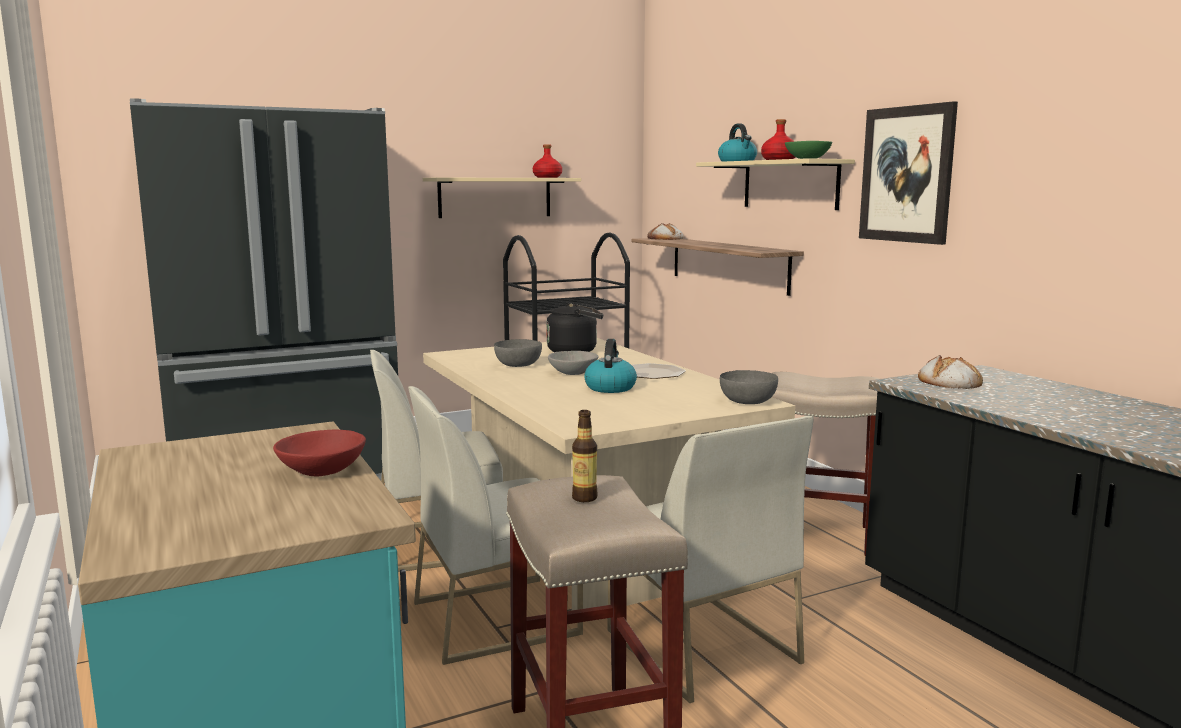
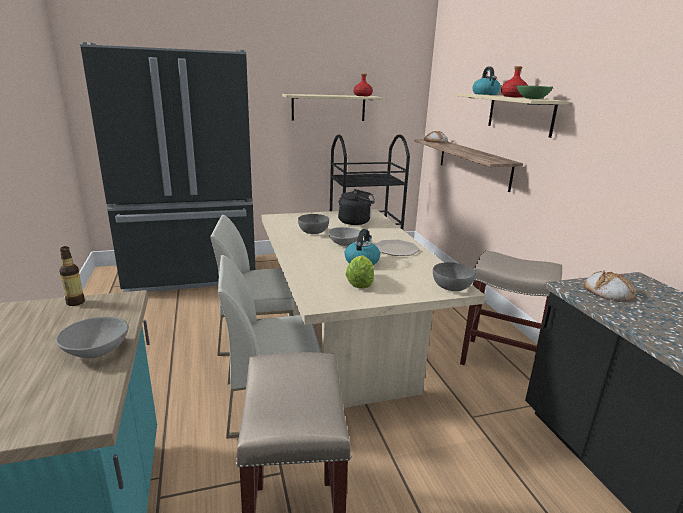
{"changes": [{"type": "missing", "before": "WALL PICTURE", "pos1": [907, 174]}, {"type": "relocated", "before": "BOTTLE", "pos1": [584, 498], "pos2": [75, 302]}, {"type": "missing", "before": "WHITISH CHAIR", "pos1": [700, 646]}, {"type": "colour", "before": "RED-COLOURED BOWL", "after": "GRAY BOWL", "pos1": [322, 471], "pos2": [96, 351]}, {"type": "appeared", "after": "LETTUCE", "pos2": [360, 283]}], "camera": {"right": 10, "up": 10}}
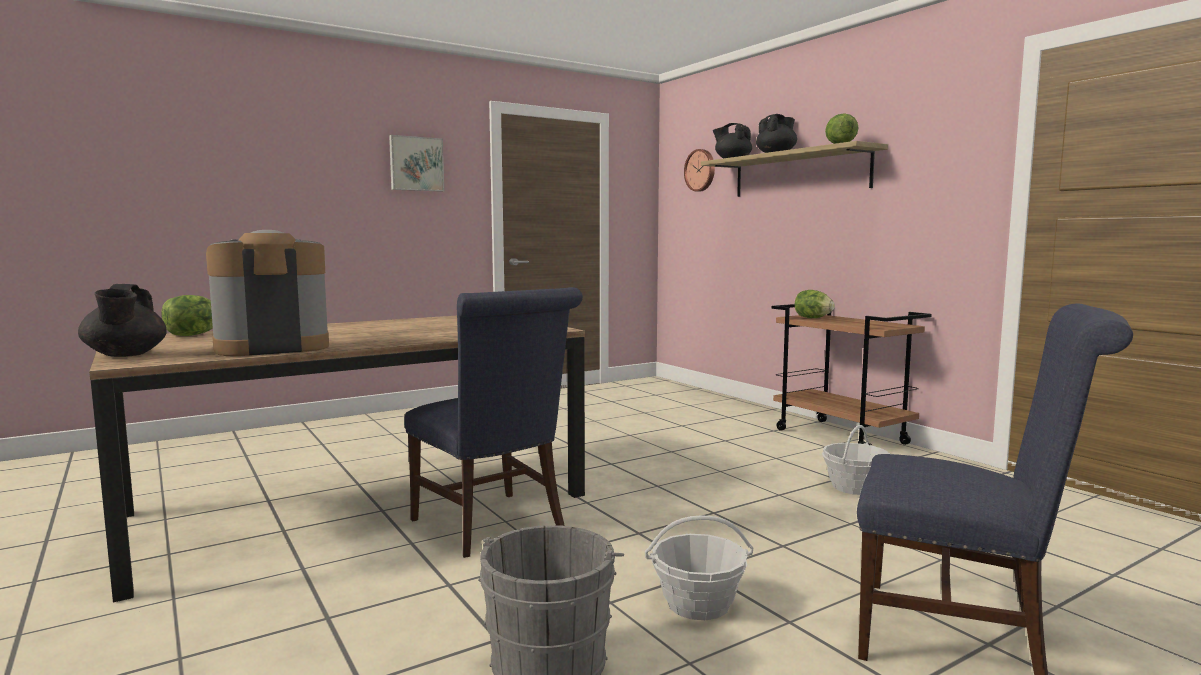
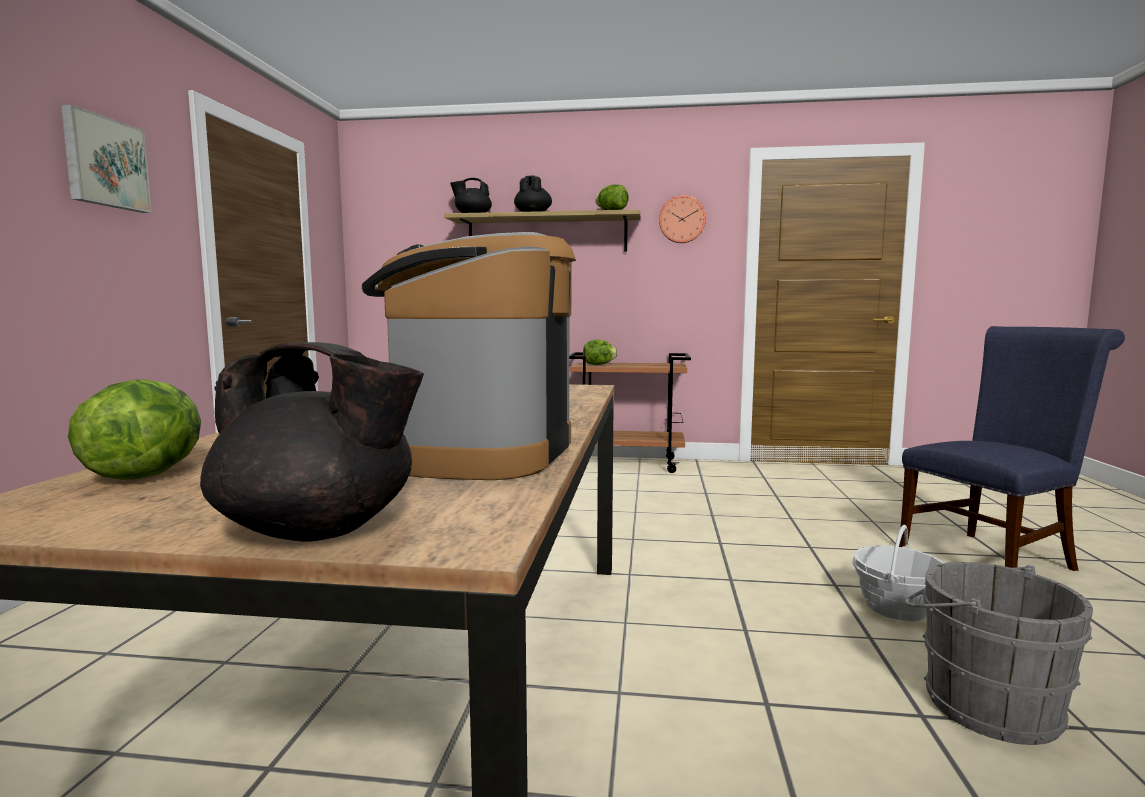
{"changes": [{"type": "relocated", "before": "HANGING CLOCK", "pos1": [701, 170], "pos2": [682, 219]}, {"type": "missing", "before": "BLUE-COLOURED CHAIR", "pos1": [493, 526]}, {"type": "missing", "before": "STORAGE BASKET", "pos1": [854, 487]}], "camera": {"right": -50, "up": 0}}
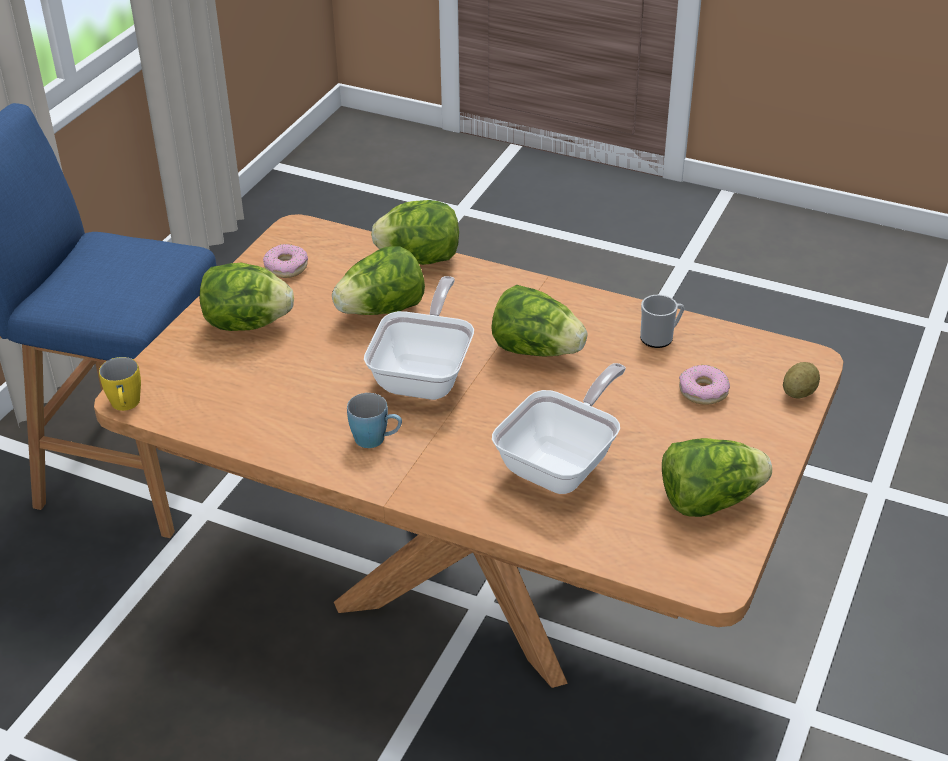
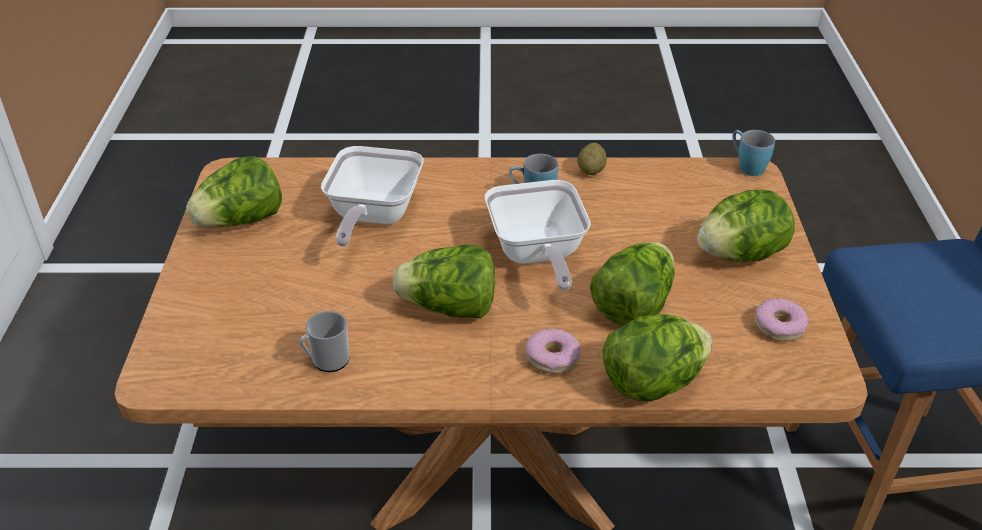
{"changes": [{"type": "colour", "before": "YELLOWISH TEA MUG", "after": "BLUE-COLOURED TEA MUG", "pos1": [126, 406], "pos2": [746, 166]}, {"type": "relocated", "before": "SPUD", "pos1": [798, 393], "pos2": [591, 170]}, {"type": "relocated", "before": "RING DOUGHNUT", "pos1": [703, 391], "pos2": [552, 357]}], "camera": {"right": 155, "up": 0}}
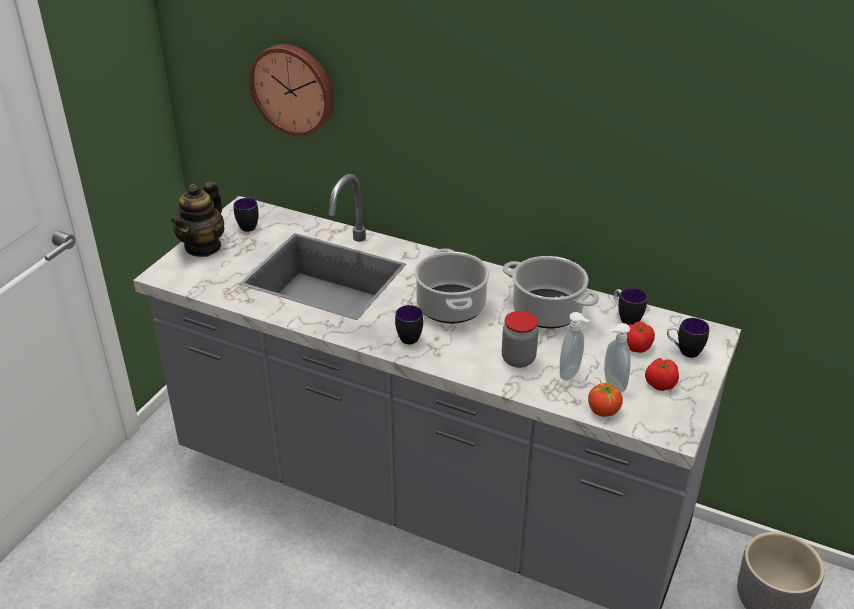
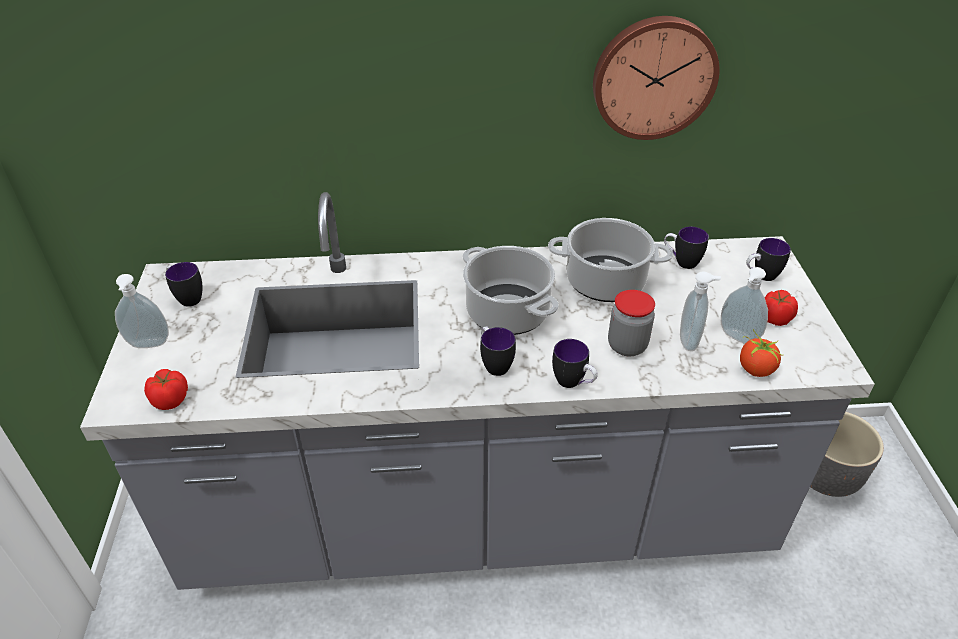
{"changes": [{"type": "relocated", "before": "HANGING CLOCK", "pos1": [294, 88], "pos2": [653, 77]}, {"type": "exchanged", "before": "TEAPOT", "after": "LIQUID SOAP BOTTLE", "pos1": [203, 247], "pos2": [149, 345]}, {"type": "relocated", "before": "FRESH TOMATO", "pos1": [637, 346], "pos2": [171, 399]}, {"type": "appeared", "after": "TEA MUG", "pos2": [573, 383]}], "camera": {"right": -30, "up": 5}}
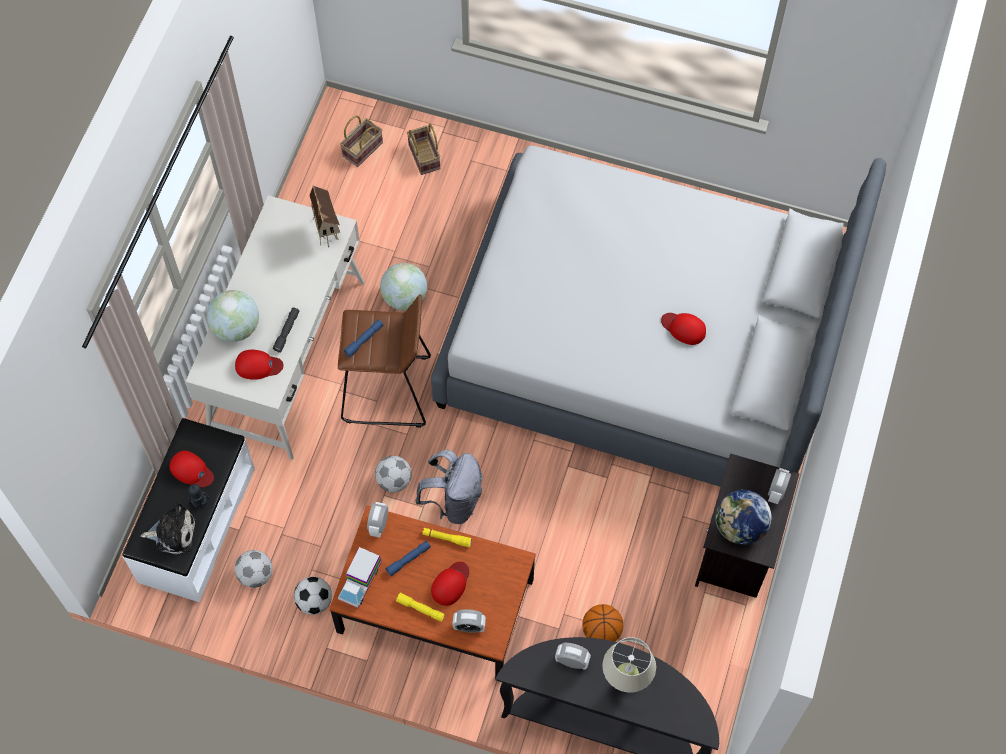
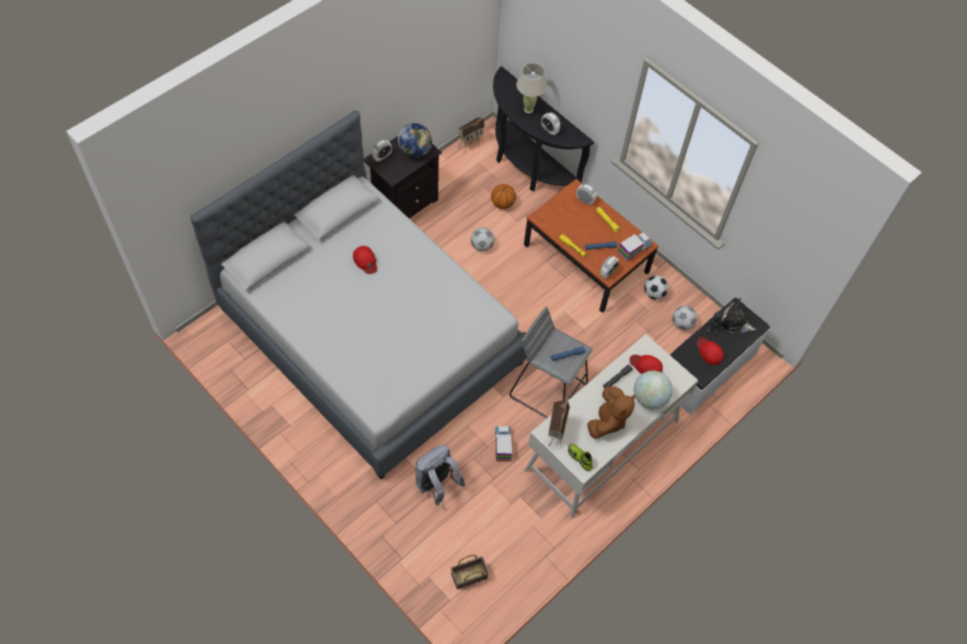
{"changes": [{"type": "missing", "before": "STORAGE BASKET", "pos1": [425, 157]}, {"type": "exchanged", "before": "WORLD GLOBE", "after": "MODEL TRUCK", "pos1": [404, 297], "pos2": [502, 445]}, {"type": "colour", "before": "BROWNISH STOOL SEAT", "after": "GRAY STOOL SEAT", "pos1": [387, 390], "pos2": [548, 389]}, {"type": "relocated", "before": "GRAY BACKPACK", "pos1": [454, 501], "pos2": [436, 485]}, {"type": "relocated", "before": "BALL FOR FOOTBALL", "pos1": [394, 480], "pos2": [481, 246]}, {"type": "missing", "before": "RED-COLOURED CAP", "pos1": [450, 584]}, {"type": "appeared", "after": "MODEL HOUSE", "pos2": [469, 144]}, {"type": "appeared", "after": "BROWNISH CUDDLY TOY", "pos2": [607, 420]}, {"type": "appeared", "after": "SHOE", "pos2": [579, 458]}], "camera": {"right": -155, "up": -5}}
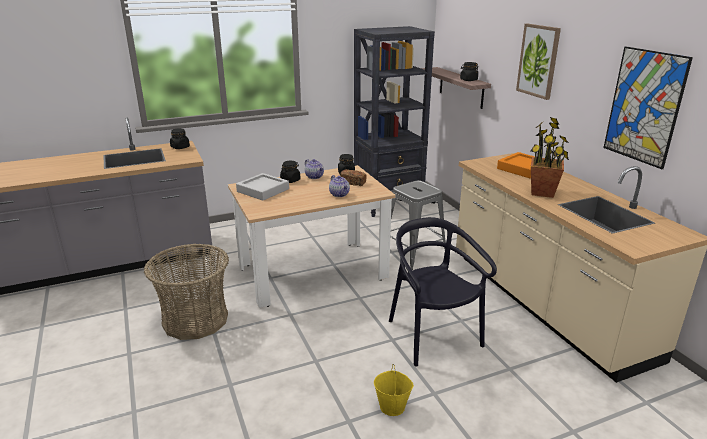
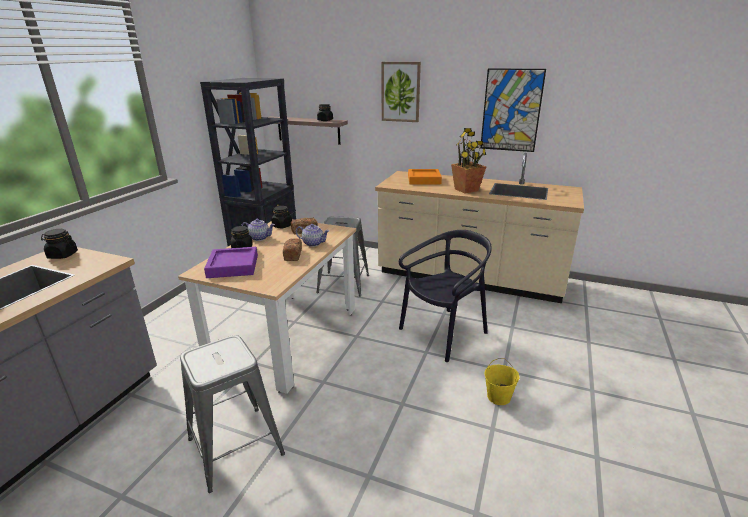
{"changes": [{"type": "colour", "before": "GRAY TRAY", "after": "PURPLE-COLOURED TRAY", "pos1": [263, 190], "pos2": [233, 266]}, {"type": "spun", "before": "BLACK CHAIR", "pos1": [432, 335], "pos2": [444, 333], "turn": 120}, {"type": "exchanged", "before": "STORAGE BASKET", "after": "GRAY STOOL SEAT", "pos1": [195, 319], "pos2": [236, 446]}, {"type": "appeared", "after": "BAKERY BREAD", "pos2": [293, 255]}], "camera": {"right": -45, "up": 0}}
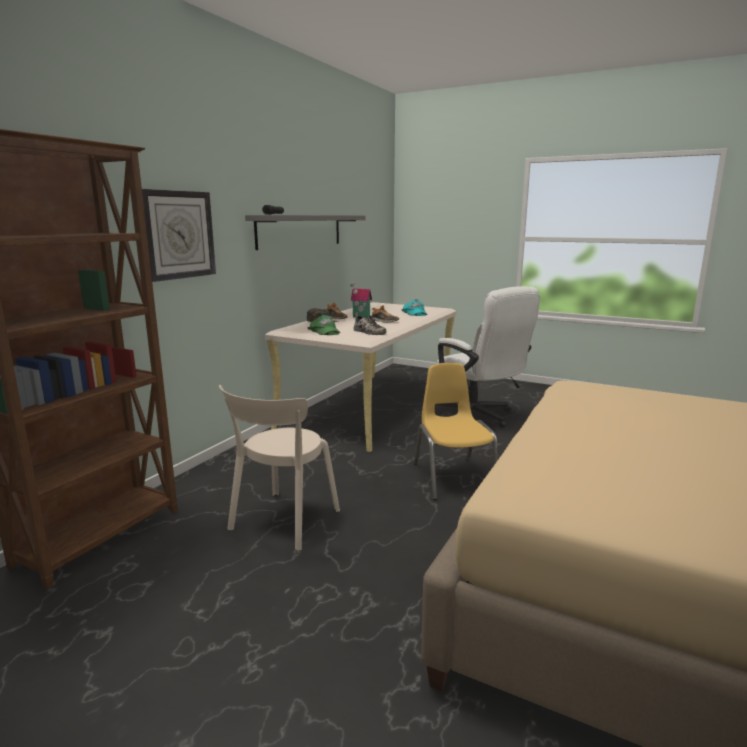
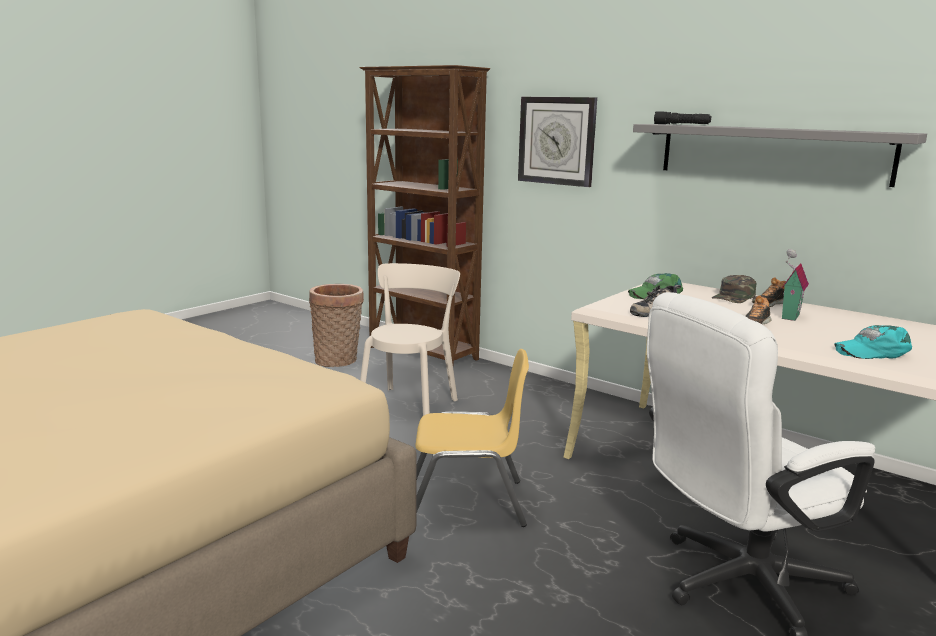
{"changes": [{"type": "spun", "before": "BEIGE-COLOURED CHAIR", "pos1": [282, 522], "pos2": [410, 405], "turn": 75}, {"type": "appeared", "after": "STORAGE BASKET", "pos2": [338, 361]}], "camera": {"right": 100, "up": 0}}
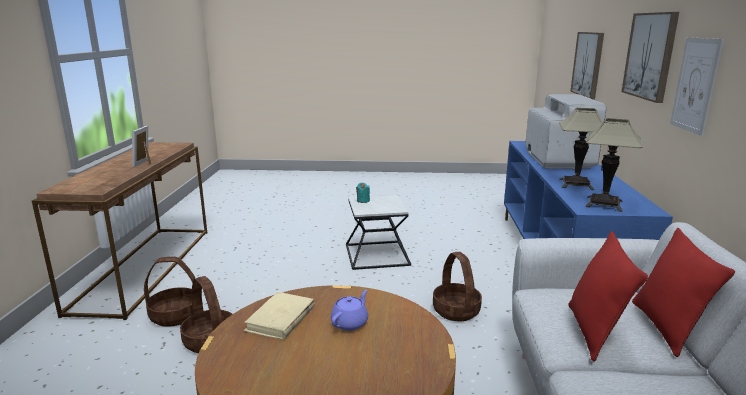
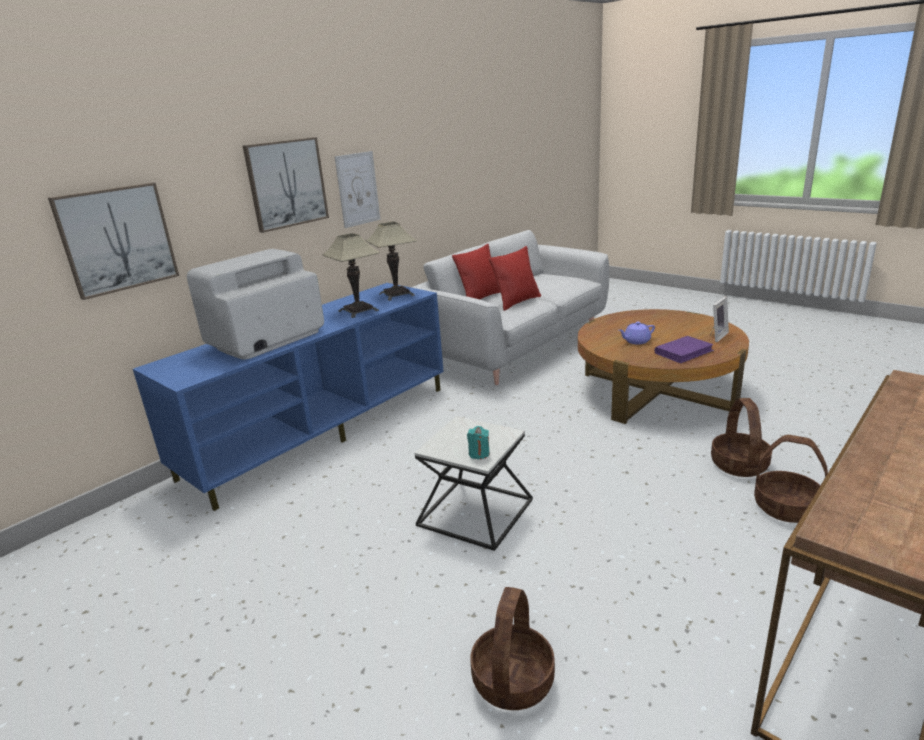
{"changes": [{"type": "relocated", "before": "PICTURE FRAME", "pos1": [145, 163], "pos2": [716, 336]}, {"type": "relocated", "before": "STORAGE BASKET", "pos1": [456, 311], "pos2": [512, 679]}, {"type": "colour", "before": "BEIGE-COLOURED VOLUME", "after": "PURPLE-COLOURED VOLUME", "pos1": [280, 319], "pos2": [683, 352]}], "camera": {"right": -140, "up": 5}}
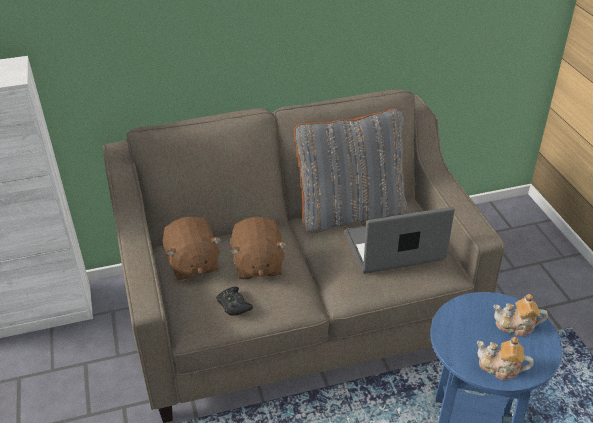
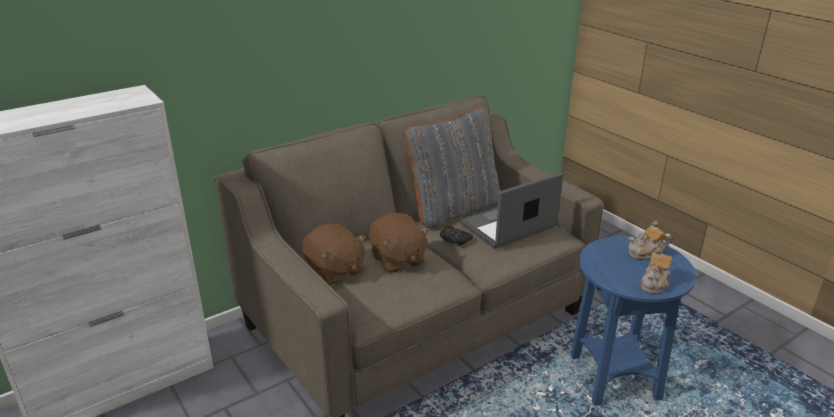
{"changes": [{"type": "relocated", "before": "BLACK JOYPAD", "pos1": [233, 305], "pos2": [454, 239]}, {"type": "spun", "before": "TEAPOT", "pos1": [500, 368], "pos2": [654, 284], "turn": -60}], "camera": {"right": -20, "up": -10}}
